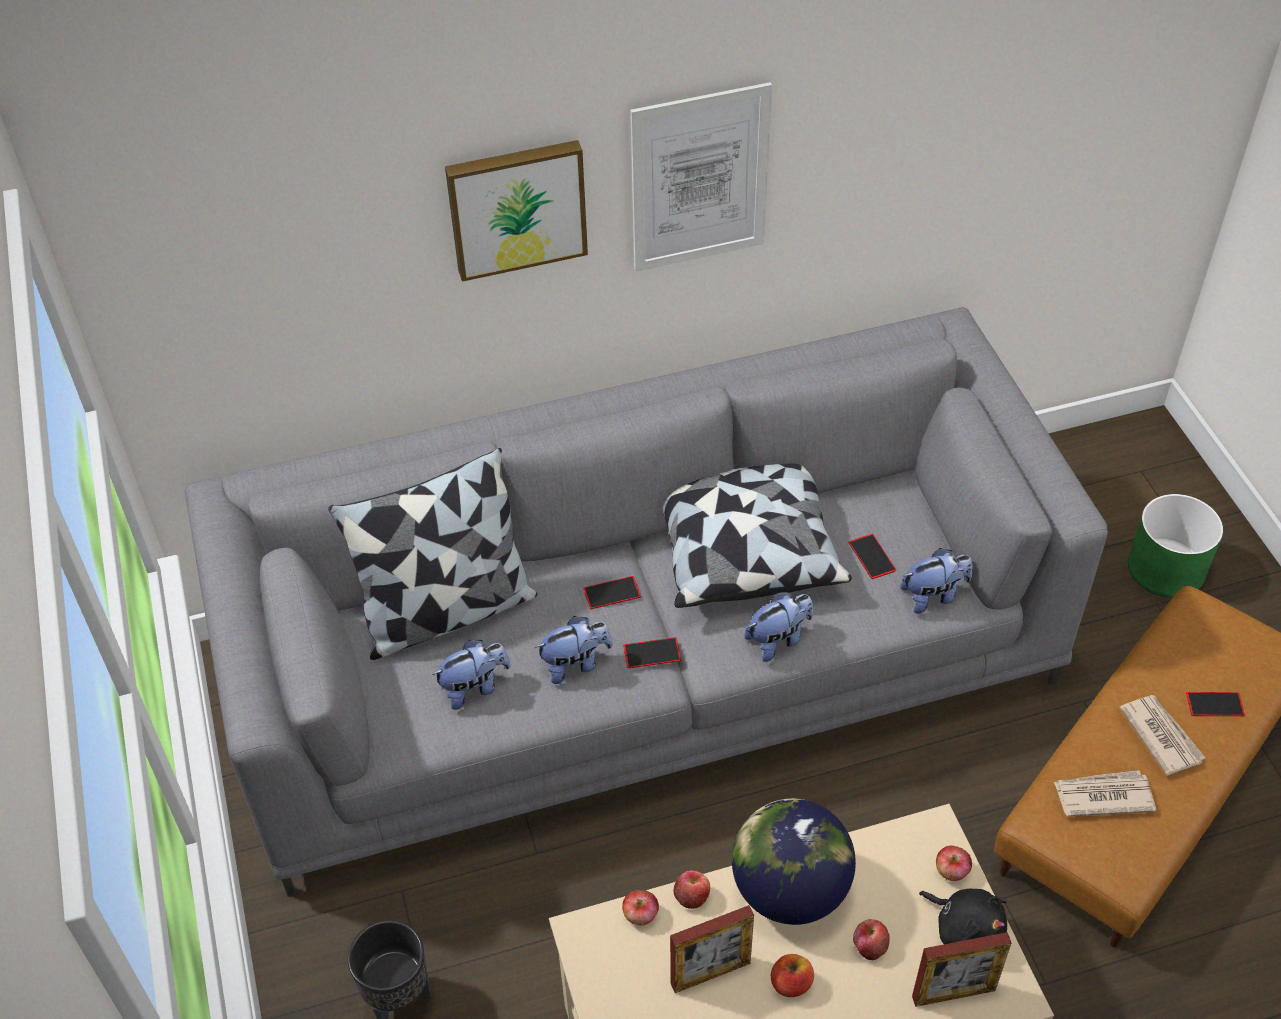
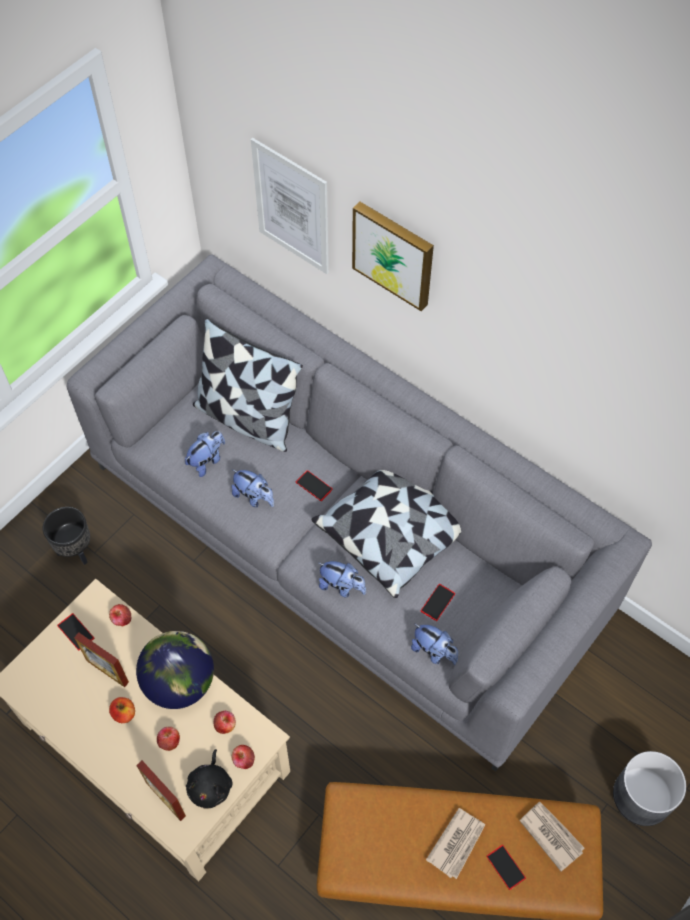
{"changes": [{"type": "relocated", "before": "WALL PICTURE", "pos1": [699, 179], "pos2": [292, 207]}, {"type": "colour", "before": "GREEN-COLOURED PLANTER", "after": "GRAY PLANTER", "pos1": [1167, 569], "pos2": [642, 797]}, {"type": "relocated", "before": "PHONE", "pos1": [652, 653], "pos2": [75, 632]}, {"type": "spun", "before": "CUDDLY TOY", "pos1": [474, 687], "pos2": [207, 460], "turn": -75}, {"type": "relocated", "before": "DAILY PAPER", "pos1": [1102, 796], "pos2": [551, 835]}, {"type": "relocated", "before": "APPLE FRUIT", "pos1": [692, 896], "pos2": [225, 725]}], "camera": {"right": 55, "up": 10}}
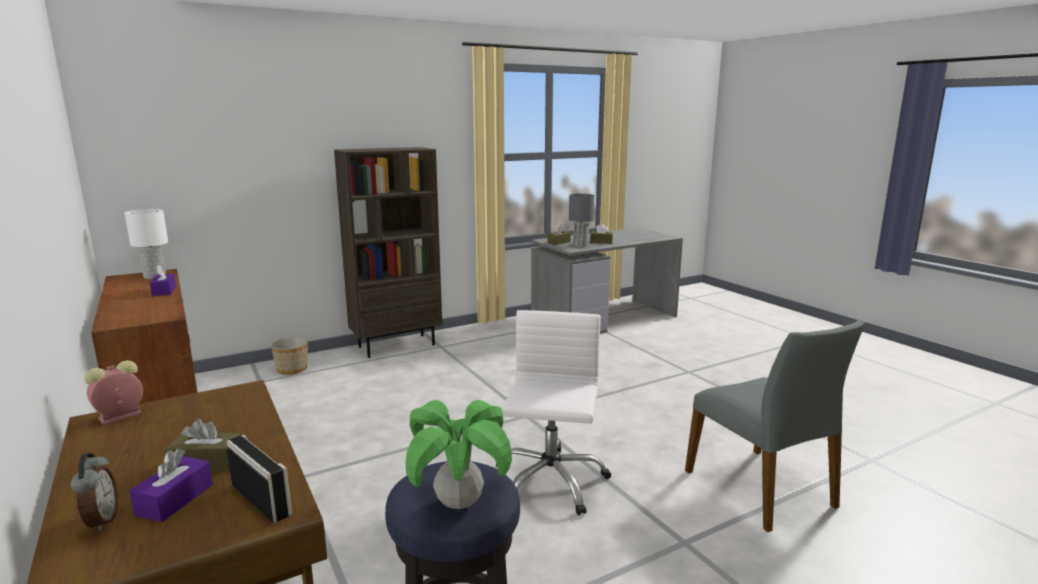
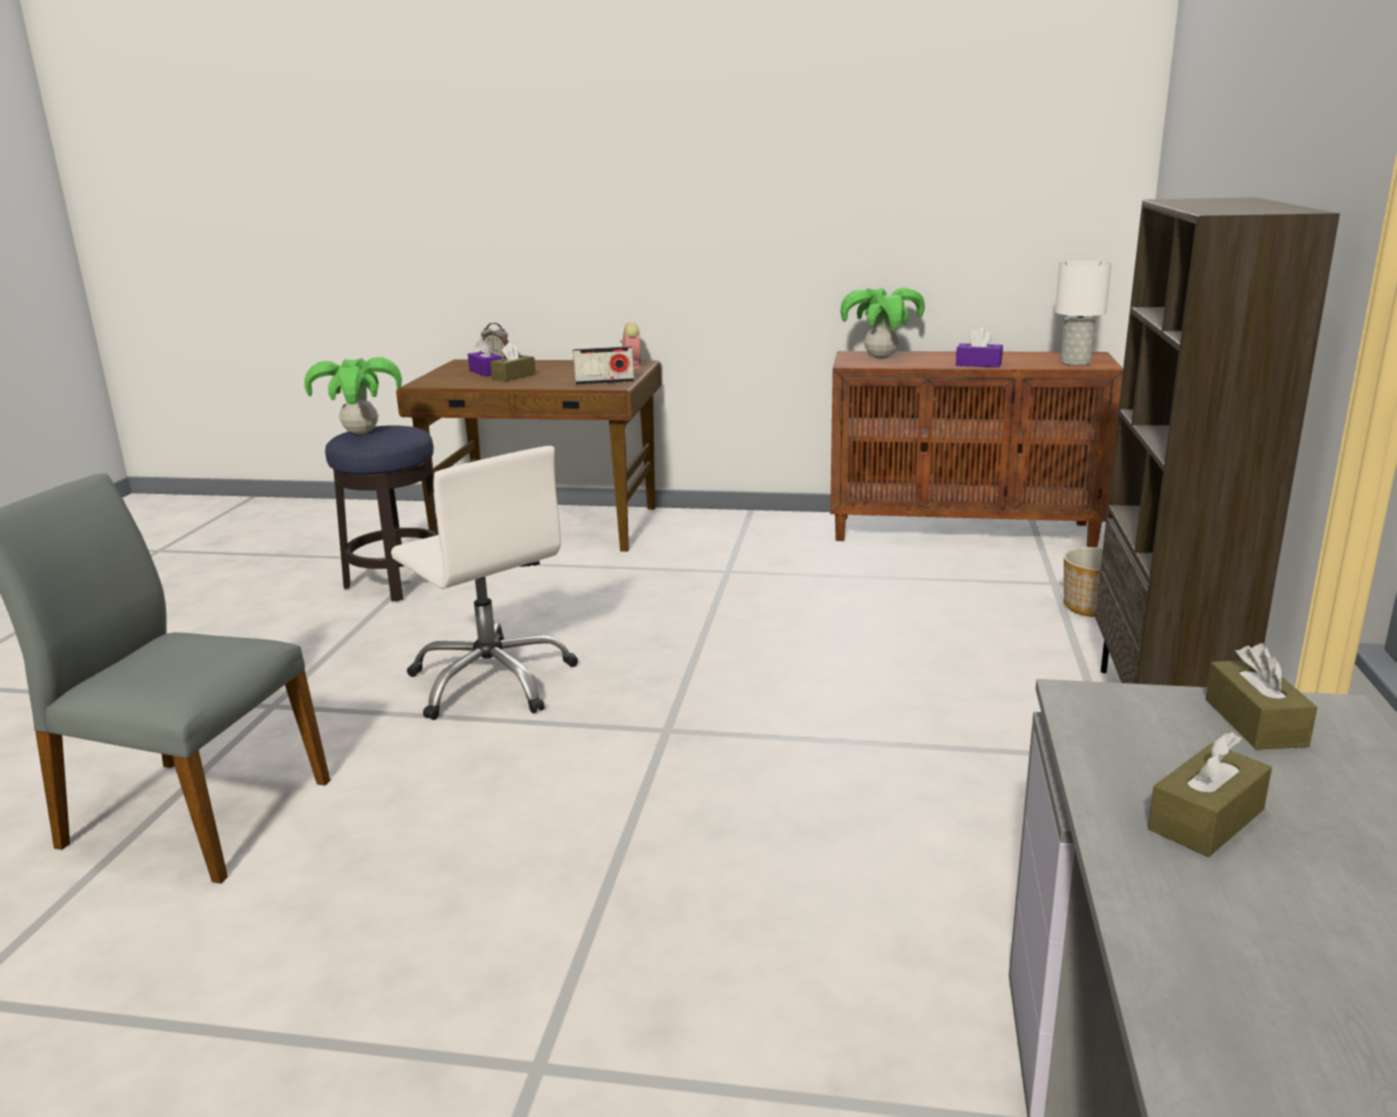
{"changes": [{"type": "missing", "before": "GRAY TABLETOP LAMP", "pos1": [580, 245]}, {"type": "relocated", "before": "RADIO", "pos1": [261, 500], "pos2": [604, 382]}, {"type": "appeared", "after": "PLANT IN A POT", "pos2": [881, 357]}], "camera": {"right": 130, "up": 5}}
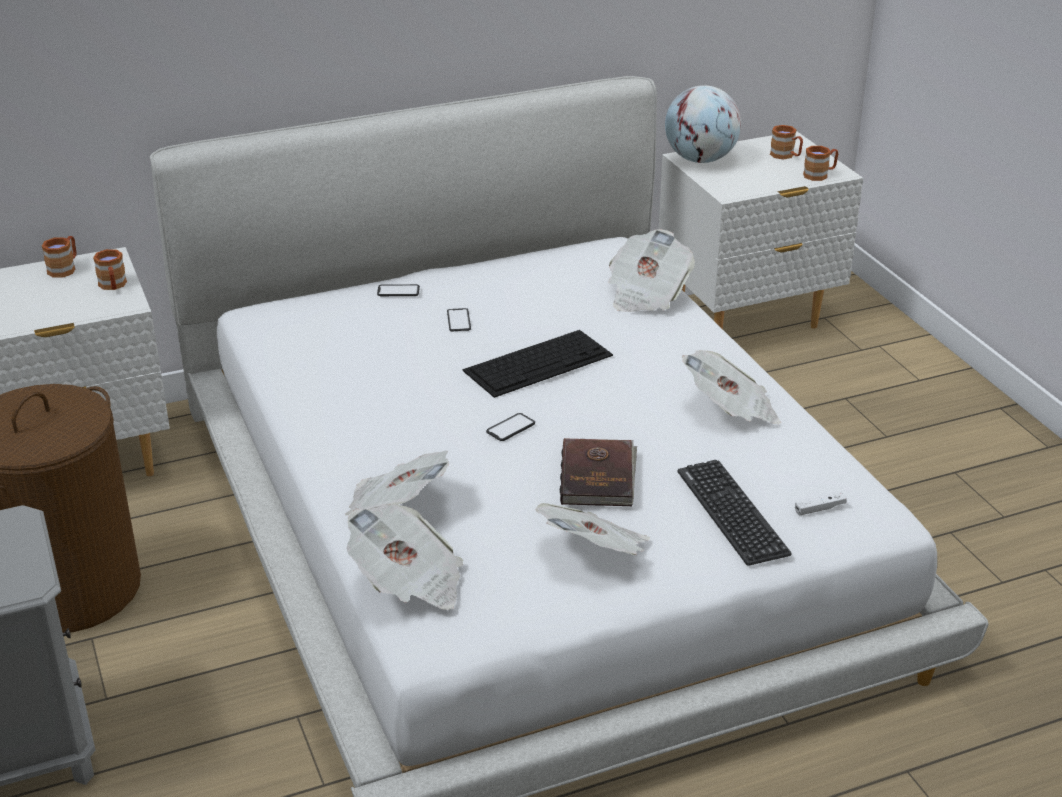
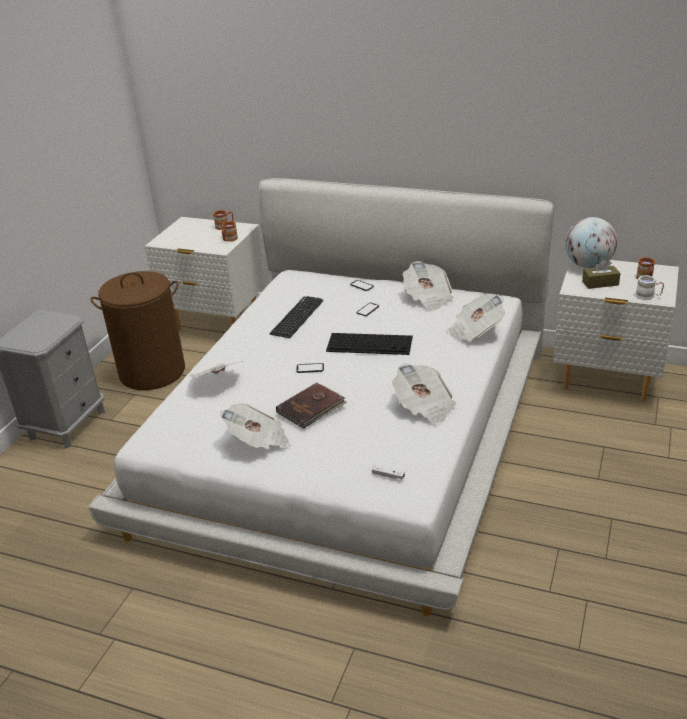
{"changes": [{"type": "colour", "before": "BROWNISH TEA MUG", "after": "WHITISH TEA MUG", "pos1": [820, 174], "pos2": [648, 296]}, {"type": "relocated", "before": "COMPUTER KEYBOARD", "pos1": [732, 512], "pos2": [297, 317]}, {"type": "relocated", "before": "DAILY PAPER", "pos1": [408, 582], "pos2": [428, 298]}, {"type": "appeared", "after": "BROWNISH BOX OF TISSUES", "pos2": [600, 283]}], "camera": {"right": 45, "up": 0}}
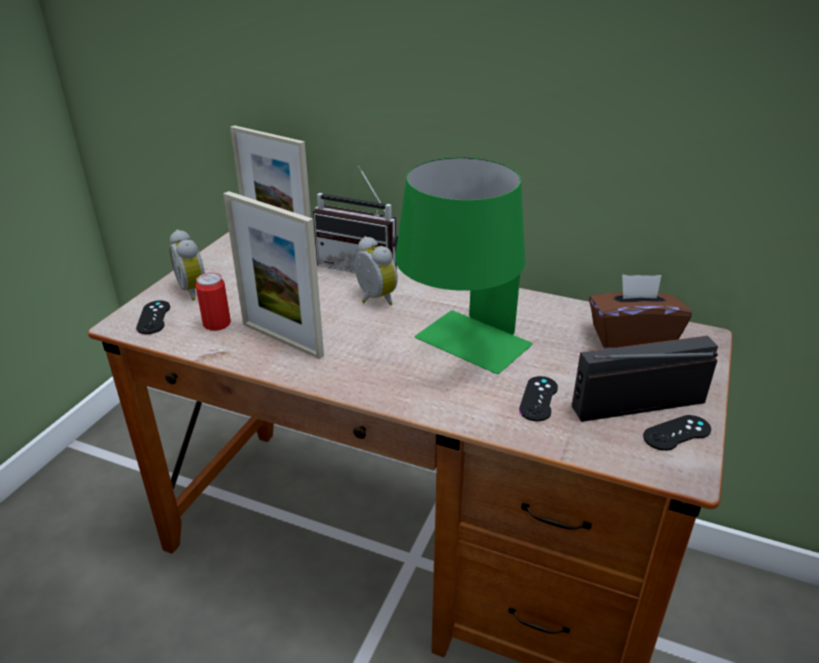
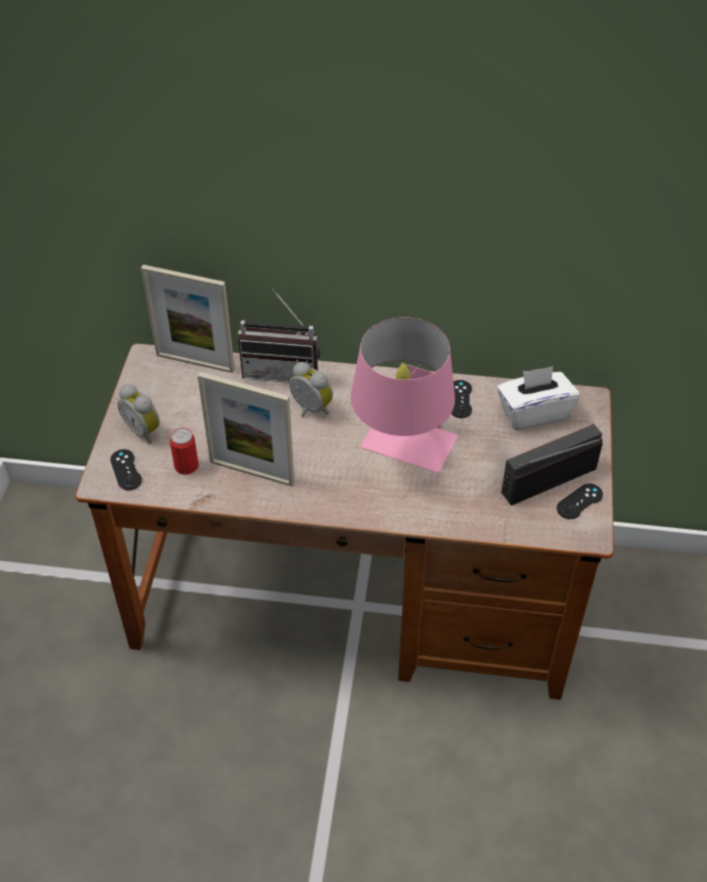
{"changes": [{"type": "colour", "before": "GREEN-COLOURED TABLETOP LAMP", "after": "PINK-COLOURED TABLETOP LAMP", "pos1": [460, 351], "pos2": [402, 454]}, {"type": "colour", "before": "BROWNISH BOX OF TISSUES", "after": "WHITISH BOX OF TISSUES", "pos1": [631, 337], "pos2": [533, 412]}, {"type": "relocated", "before": "BLACK JOYPAD", "pos1": [538, 399], "pos2": [460, 399]}], "camera": {"right": -15, "up": 15}}
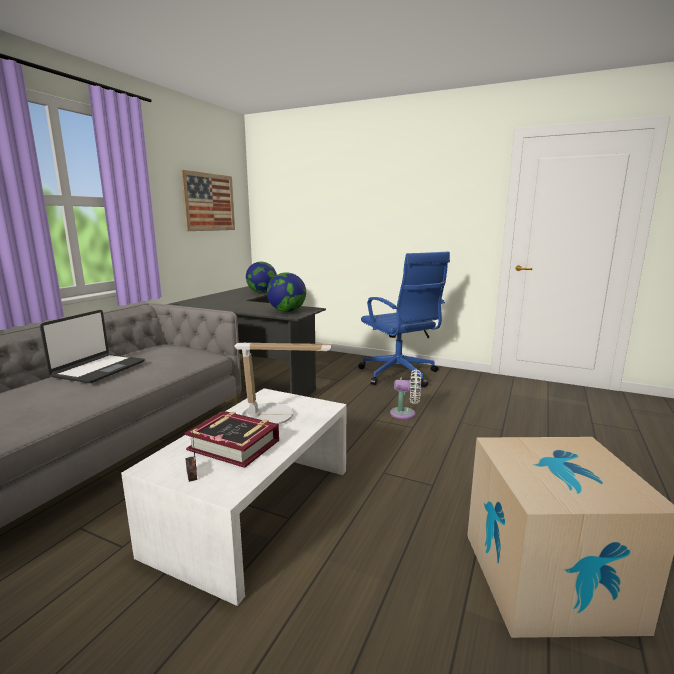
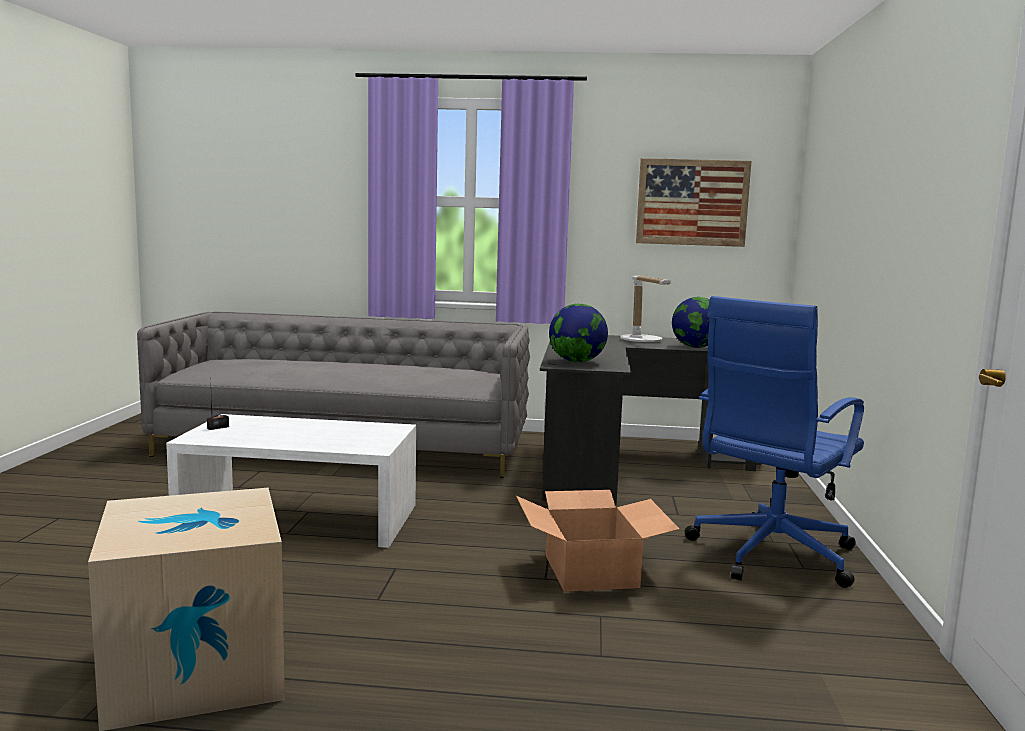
{"changes": [{"type": "missing", "before": "NOTEBOOK COMPUTER", "pos1": [98, 369]}, {"type": "relocated", "before": "TABLETOP LAMP", "pos1": [275, 417], "pos2": [643, 341]}, {"type": "exchanged", "before": "WHITISH FAN", "after": "CARTON", "pos1": [405, 414], "pos2": [592, 571]}, {"type": "missing", "before": "VOLUME", "pos1": [234, 445]}], "camera": {"right": 70, "up": -5}}
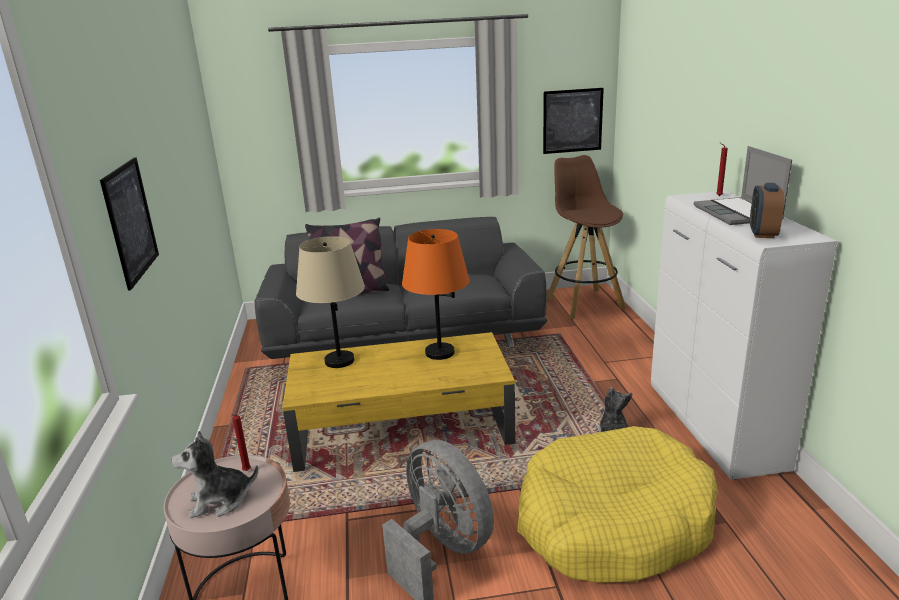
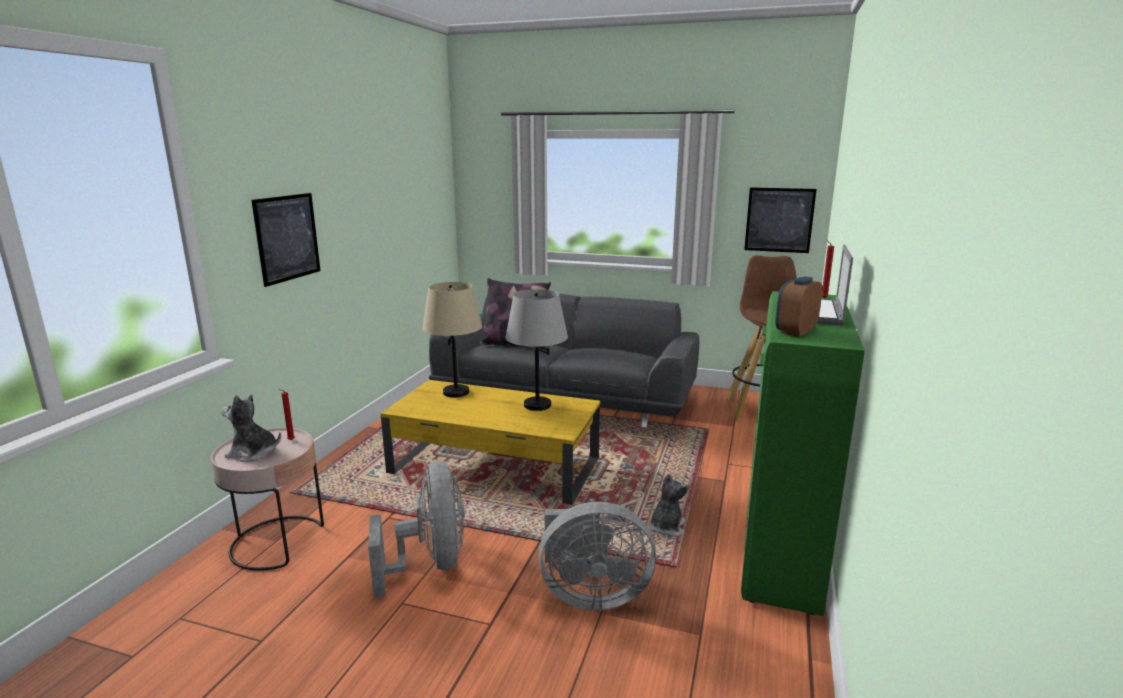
{"changes": [{"type": "colour", "before": "WHITISH CABINET", "after": "GREEN-COLOURED CABINET", "pos1": [715, 428], "pos2": [780, 552]}, {"type": "colour", "before": "ORANGE-COLOURED TABLETOP LAMP", "after": "GRAY TABLETOP LAMP", "pos1": [439, 353], "pos2": [537, 405]}, {"type": "exchanged", "before": "YELLOWISH DOG BED", "after": "GRAY FAN", "pos1": [613, 522], "pos2": [591, 595]}], "camera": {"right": 25, "up": -5}}
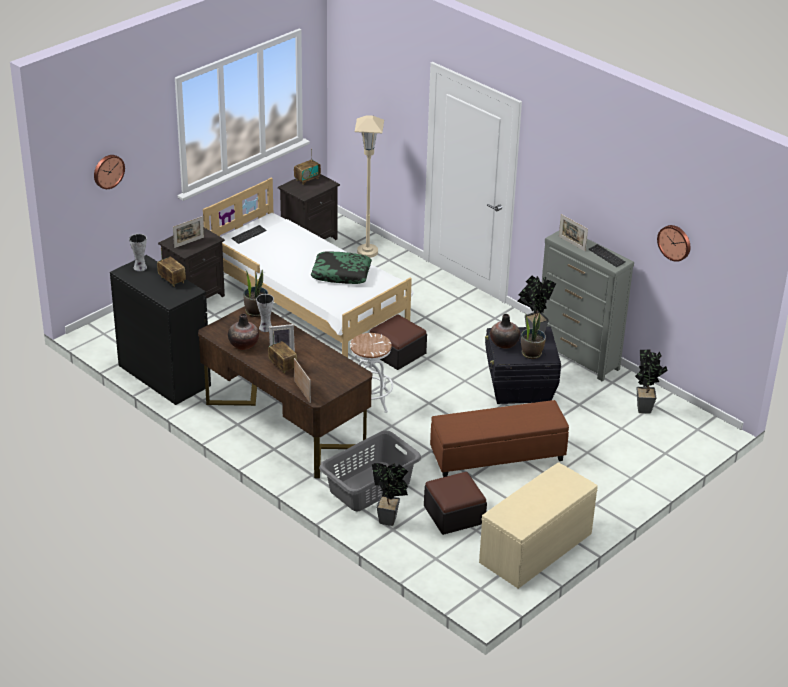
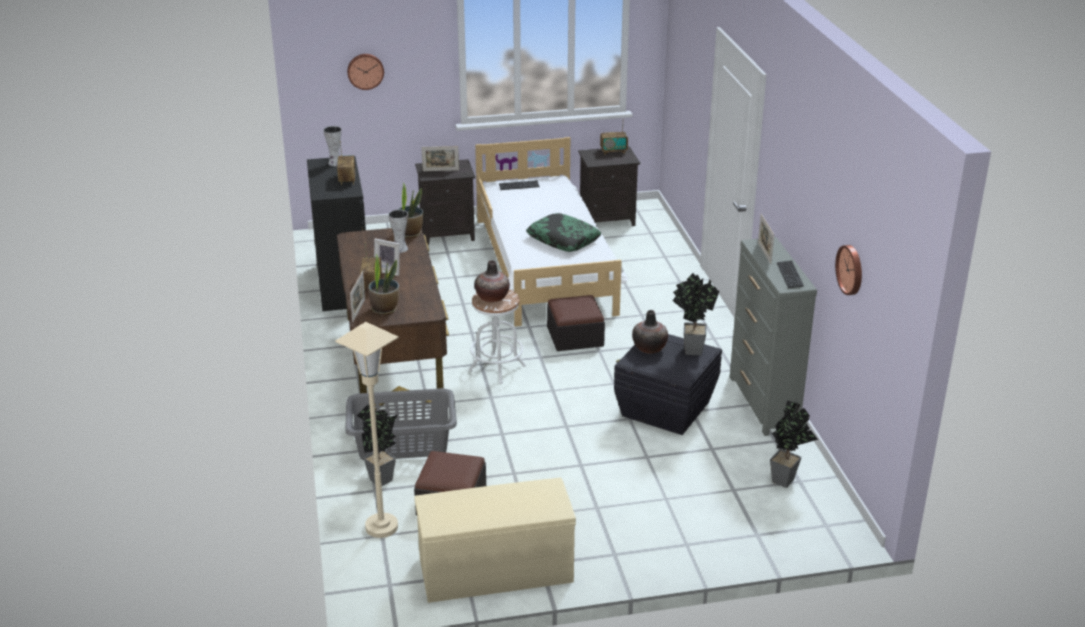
{"changes": [{"type": "relocated", "before": "BEIGE-COLOURED STANDARD LAMP", "pos1": [367, 252], "pos2": [381, 527]}, {"type": "relocated", "before": "PLANT IN A POT", "pos1": [531, 353], "pos2": [385, 309]}, {"type": "relocated", "before": "DECORATIVE VASE", "pos1": [244, 344], "pos2": [492, 297]}, {"type": "missing", "before": "BROWNISH POUFFE", "pos1": [497, 456]}], "camera": {"right": 35, "up": -5}}
